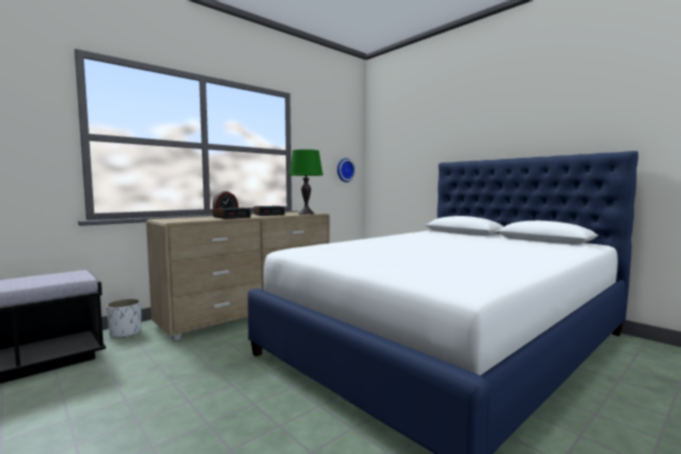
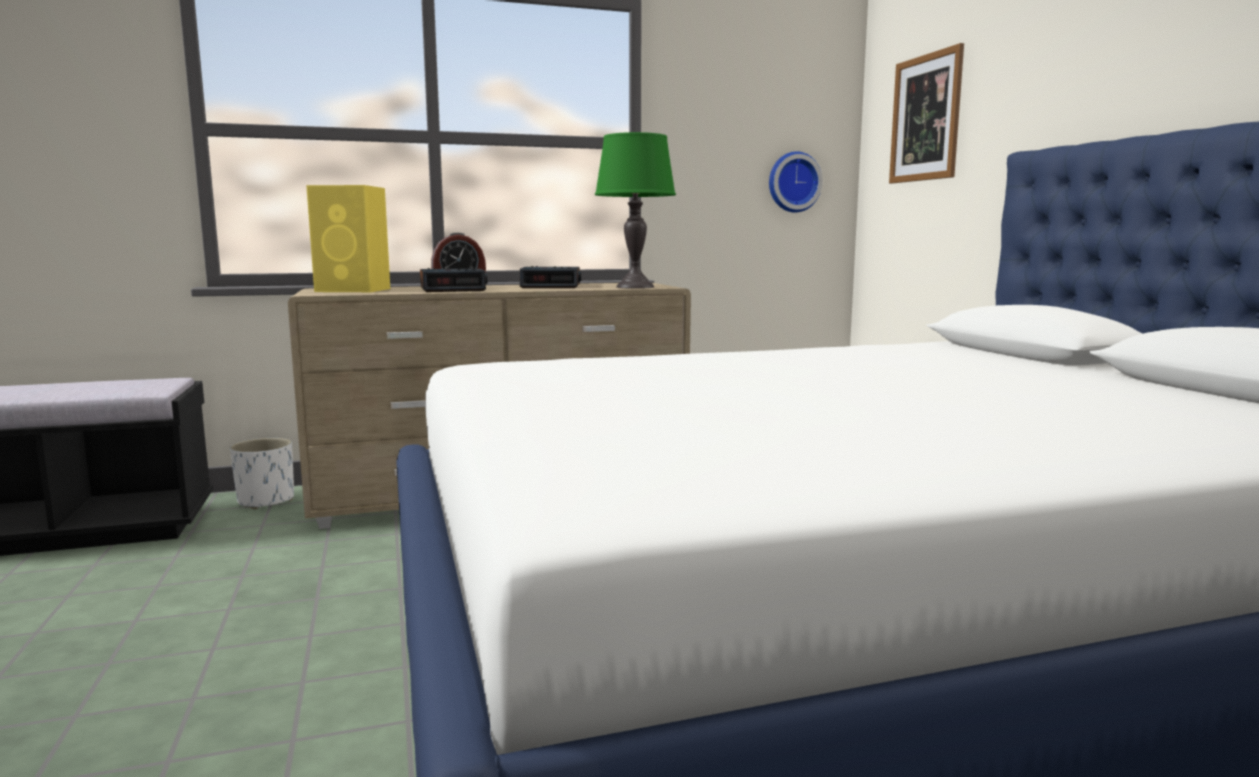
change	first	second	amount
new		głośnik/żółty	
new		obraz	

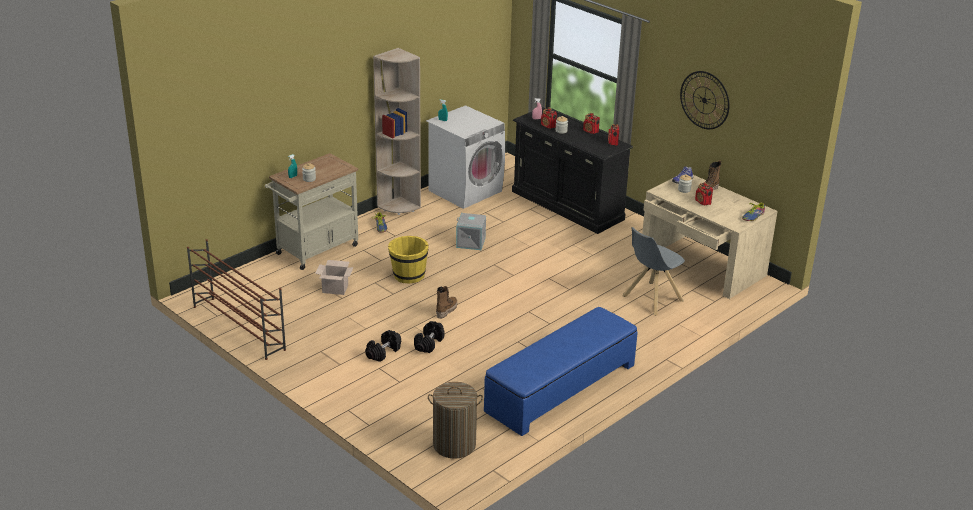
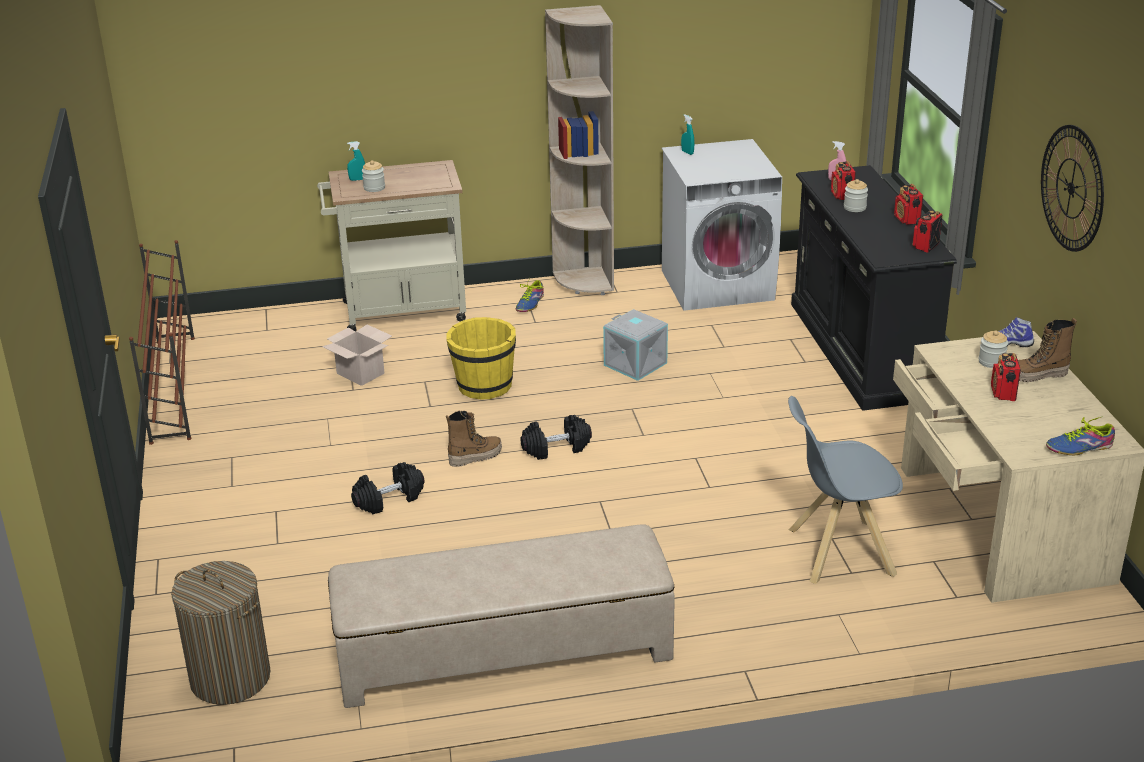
change	first	second	amount
shifted	hantel/czarny (no. 1 from left in the first image)	hantel/czarny (no. 2 from left)	
repainted	ławka/niebieski	ławka/beżowy	

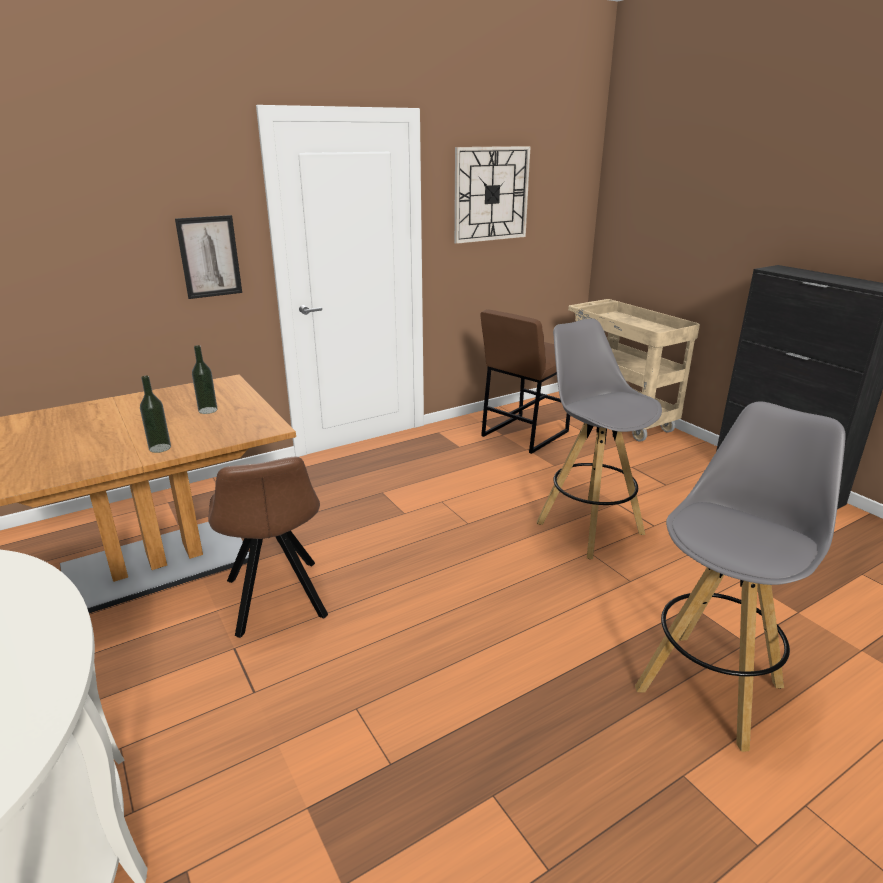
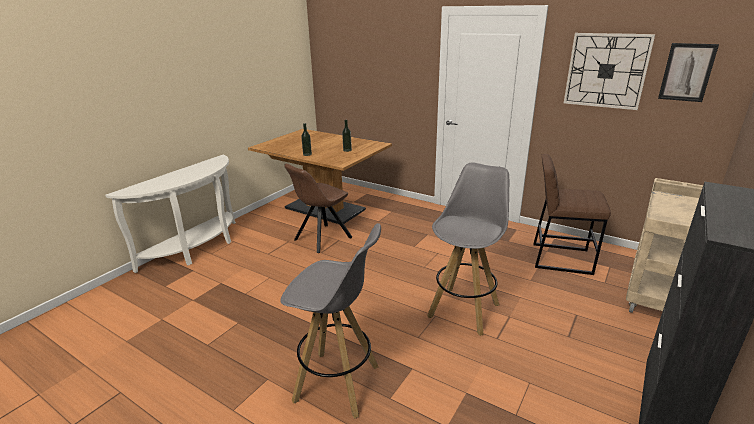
change	first	second	amount
shifted	obraz		

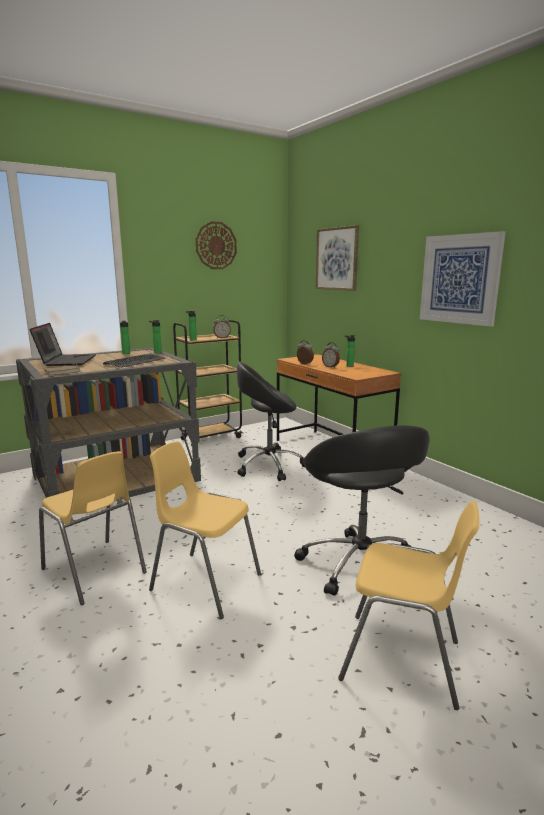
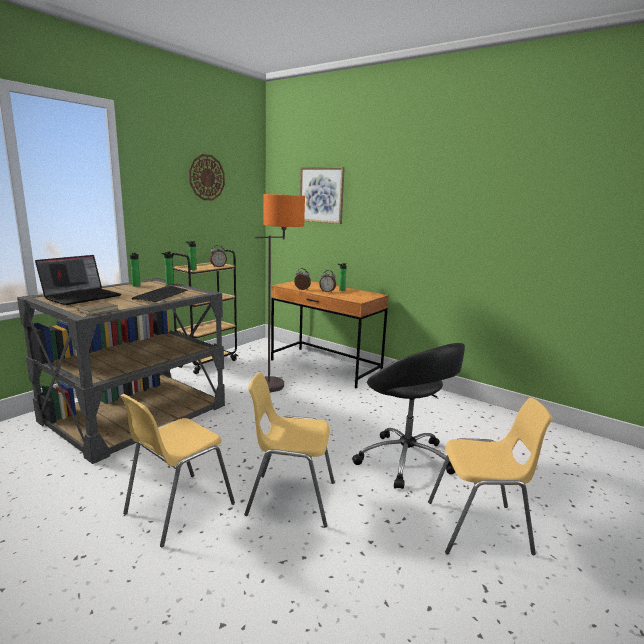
change	first	second	amount
rotated	laptop		60 degrees clockwise
rotated	krzesło/żółty (no. 1 from left)		105 degrees clockwise
swapped	krzesło biurowe/czarny (no. 1 from left)	lampa stojąca/pomarańczowy	
gone	obraz (no. 2 from left)		

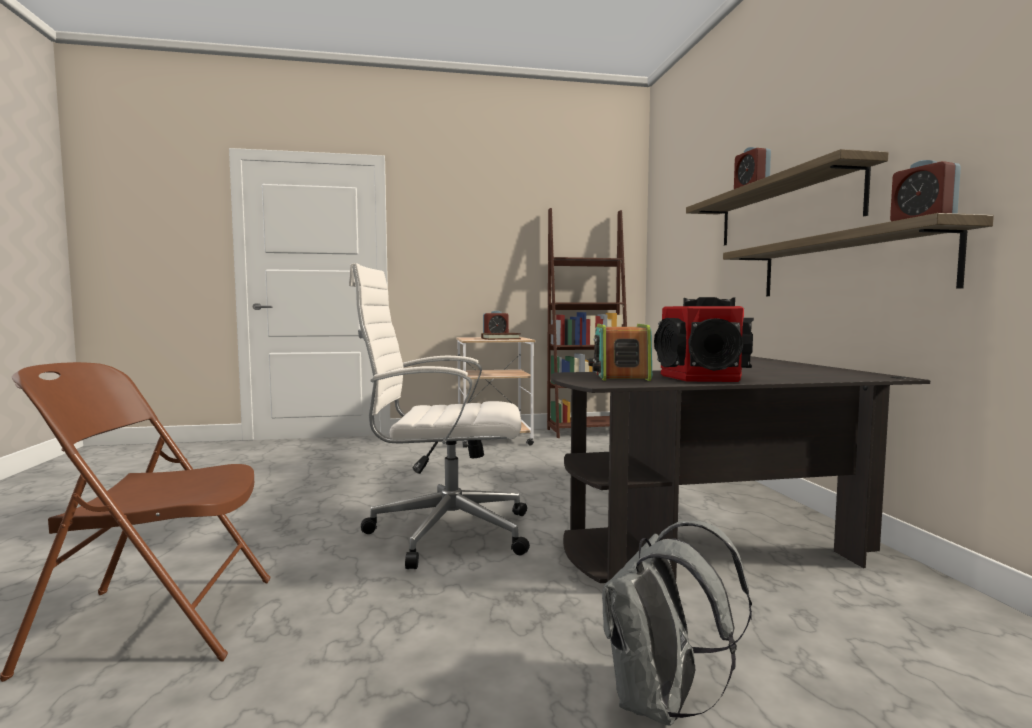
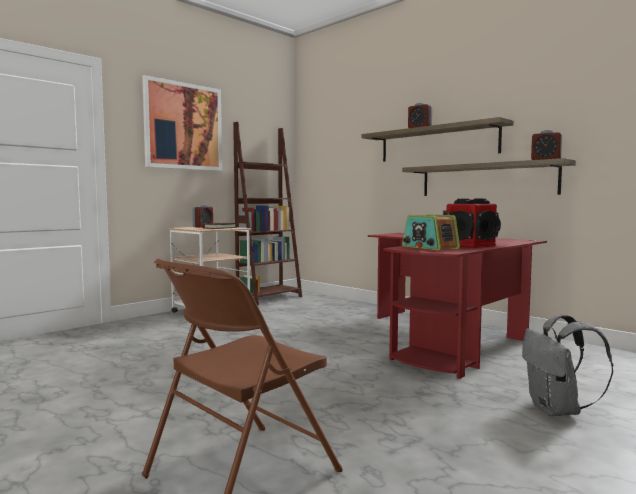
change	first	second	amount
gone	krzesło biurowe/biały		
repainted	biurko/czarny	biurko/czerwony	
new		obraz	

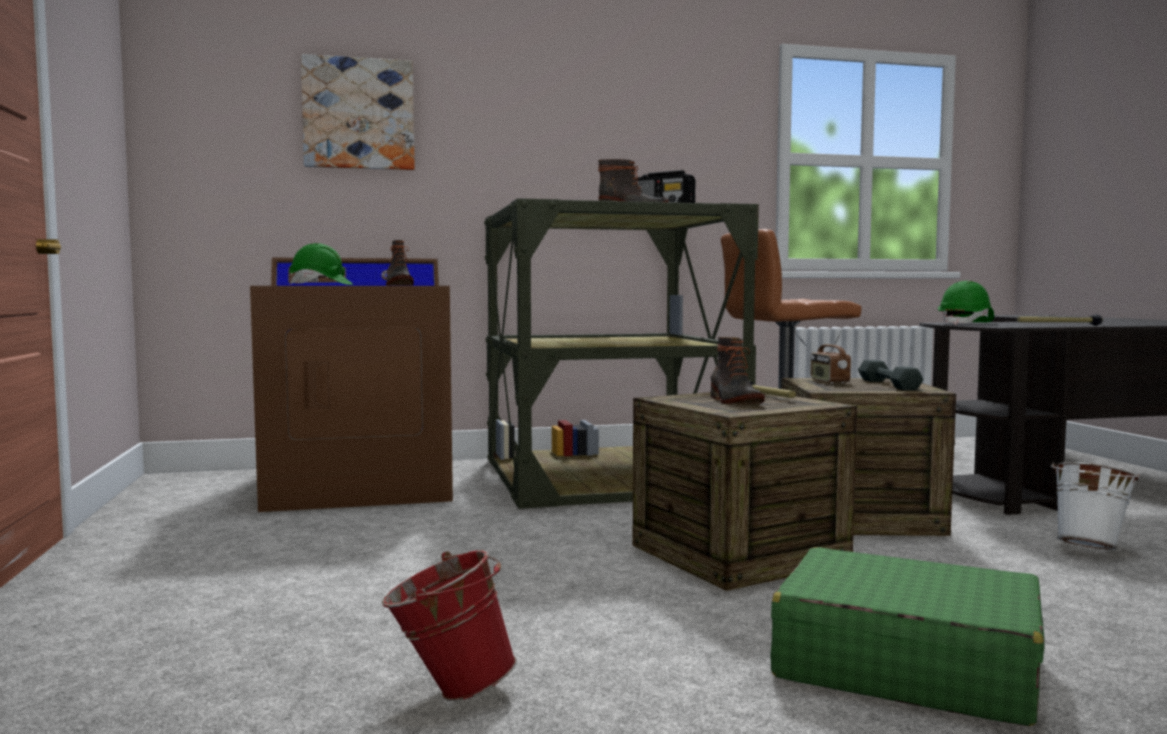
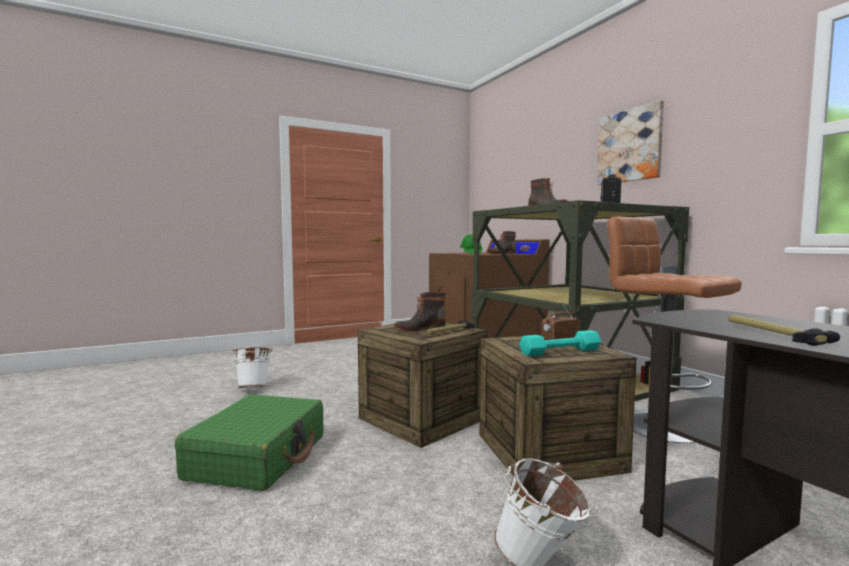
change	first	second	amount
shifted	obraz		
repainted	wiadro/czerwony	wiadro/biały (no. 1 from left)	
repainted	hantel/szary	hantel/turkusowy	
gone	kask/zielony (no. 2 from left)		

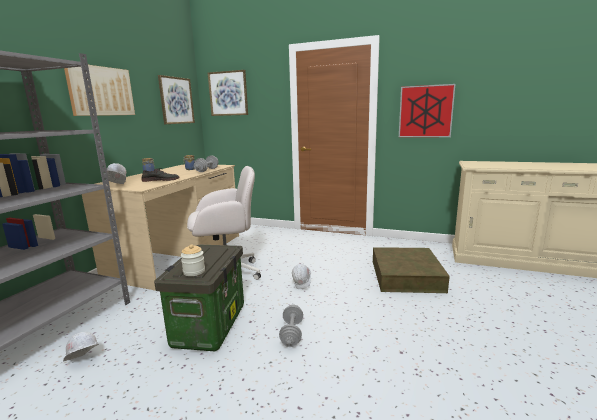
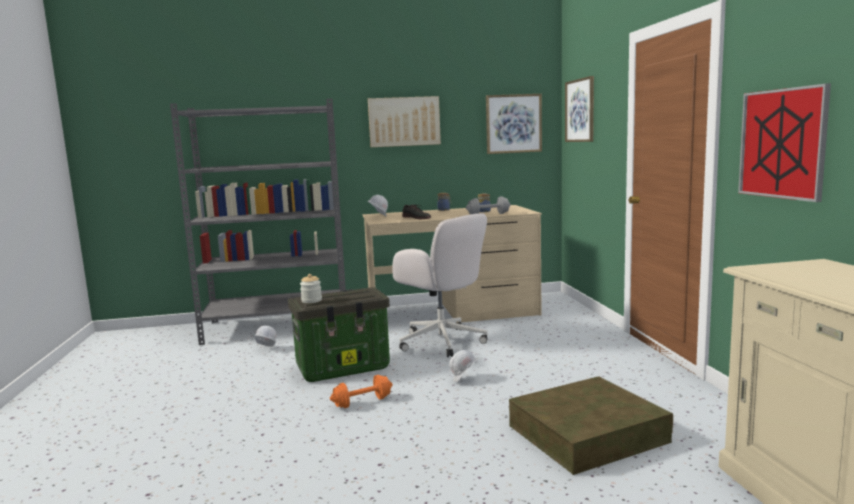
change	first	second	amount
repainted	hantel/szary (no. 2 from left)	hantel/pomarańczowy	

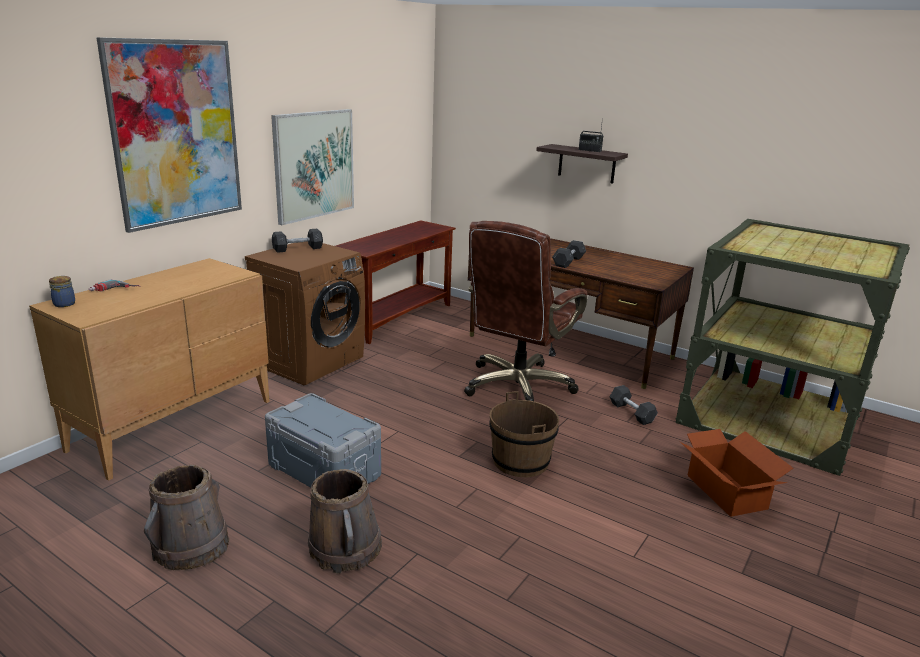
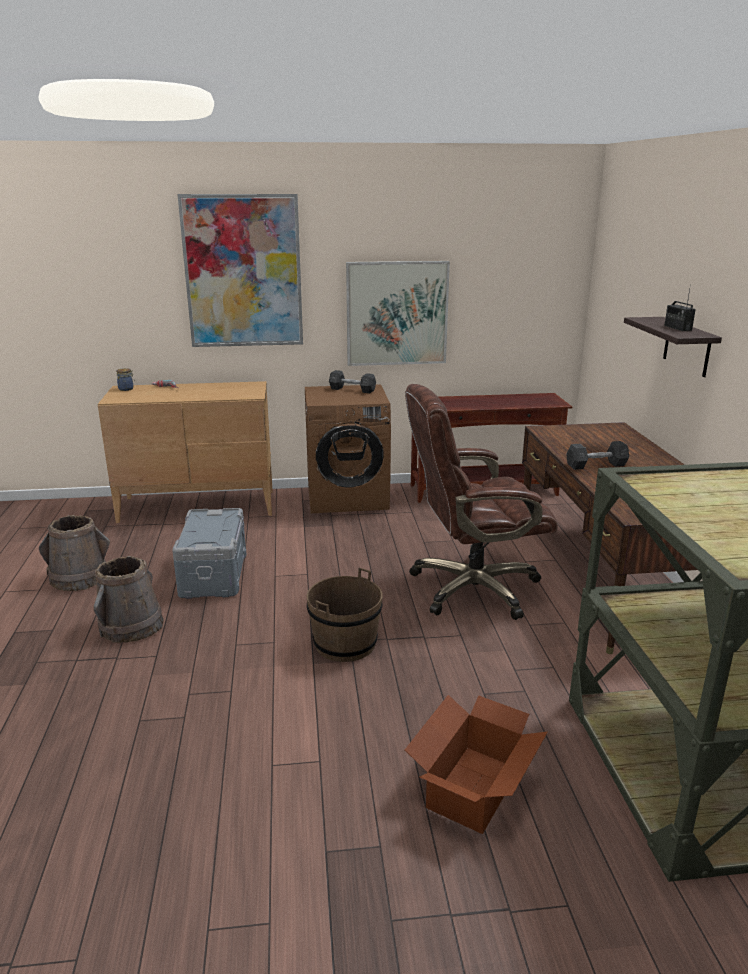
change	first	second	amount
gone	hantel/szary (no. 3 from left)		

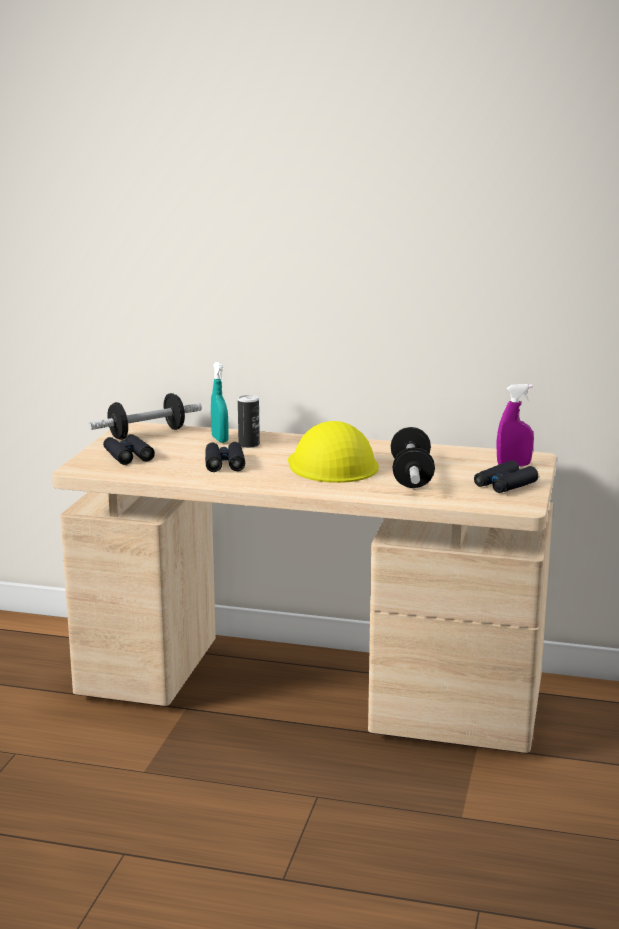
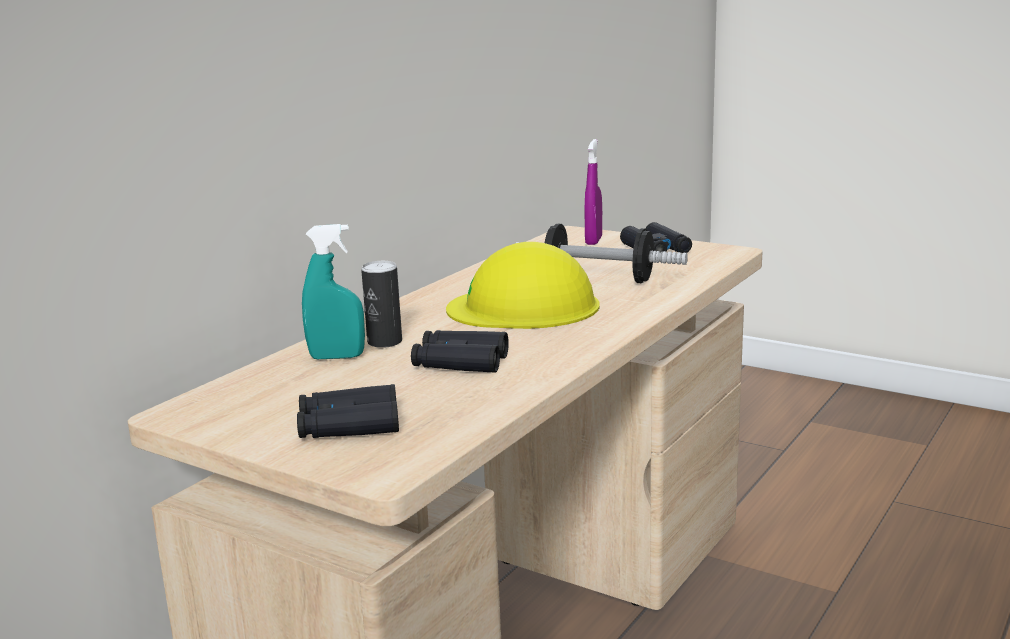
change	first	second	amount
gone	hantel (no. 1 from left)		

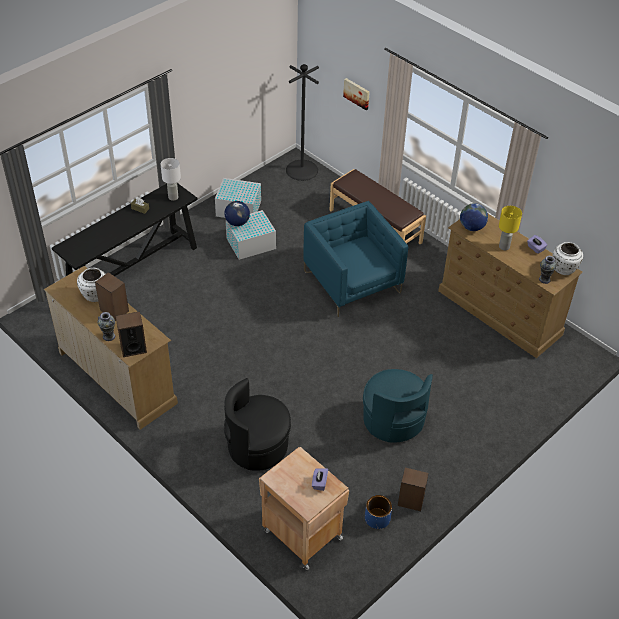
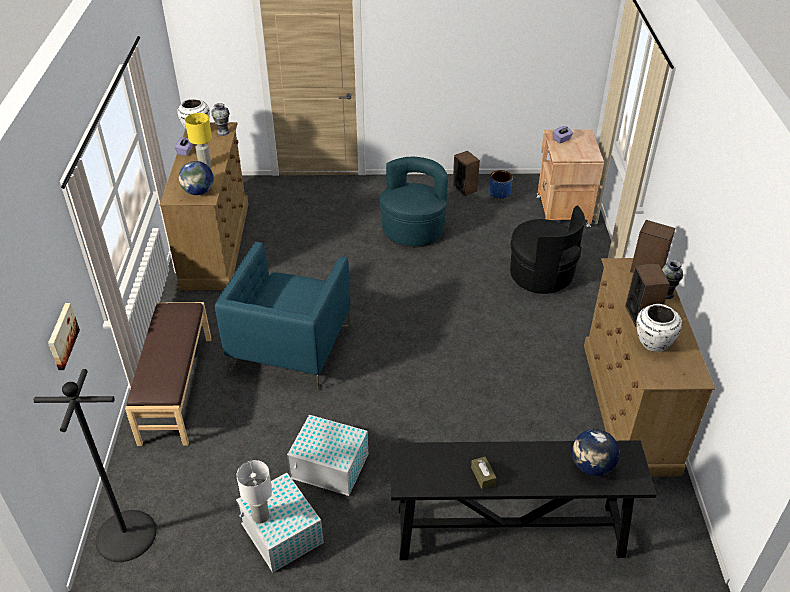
change	first	second	amount
shifted	lampa stołowa/biały		
shifted	globus (no. 1 from left in the first image)	globus (no. 2 from left)	

